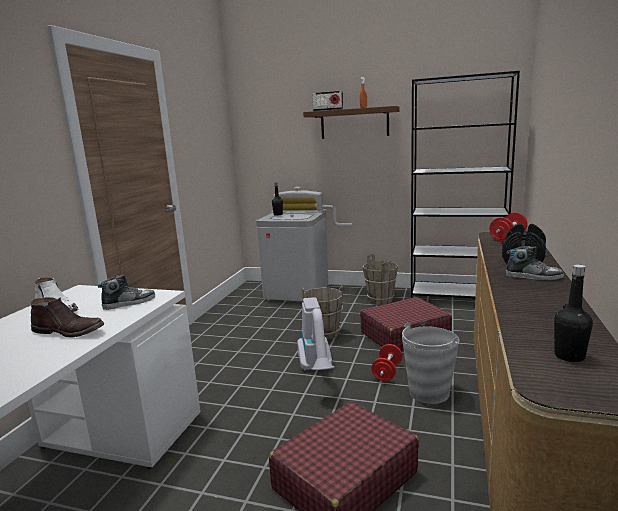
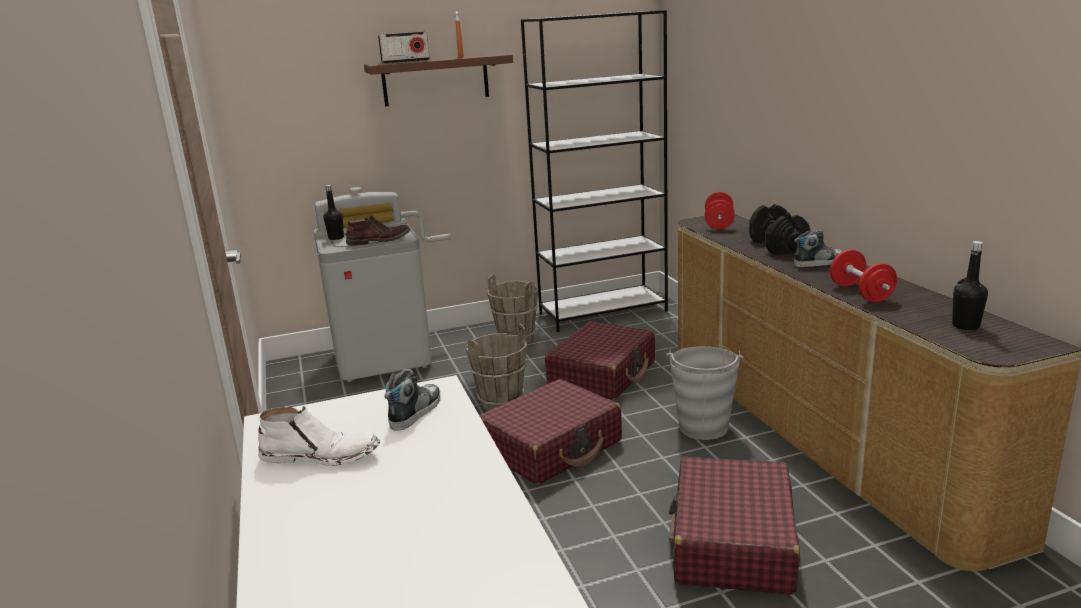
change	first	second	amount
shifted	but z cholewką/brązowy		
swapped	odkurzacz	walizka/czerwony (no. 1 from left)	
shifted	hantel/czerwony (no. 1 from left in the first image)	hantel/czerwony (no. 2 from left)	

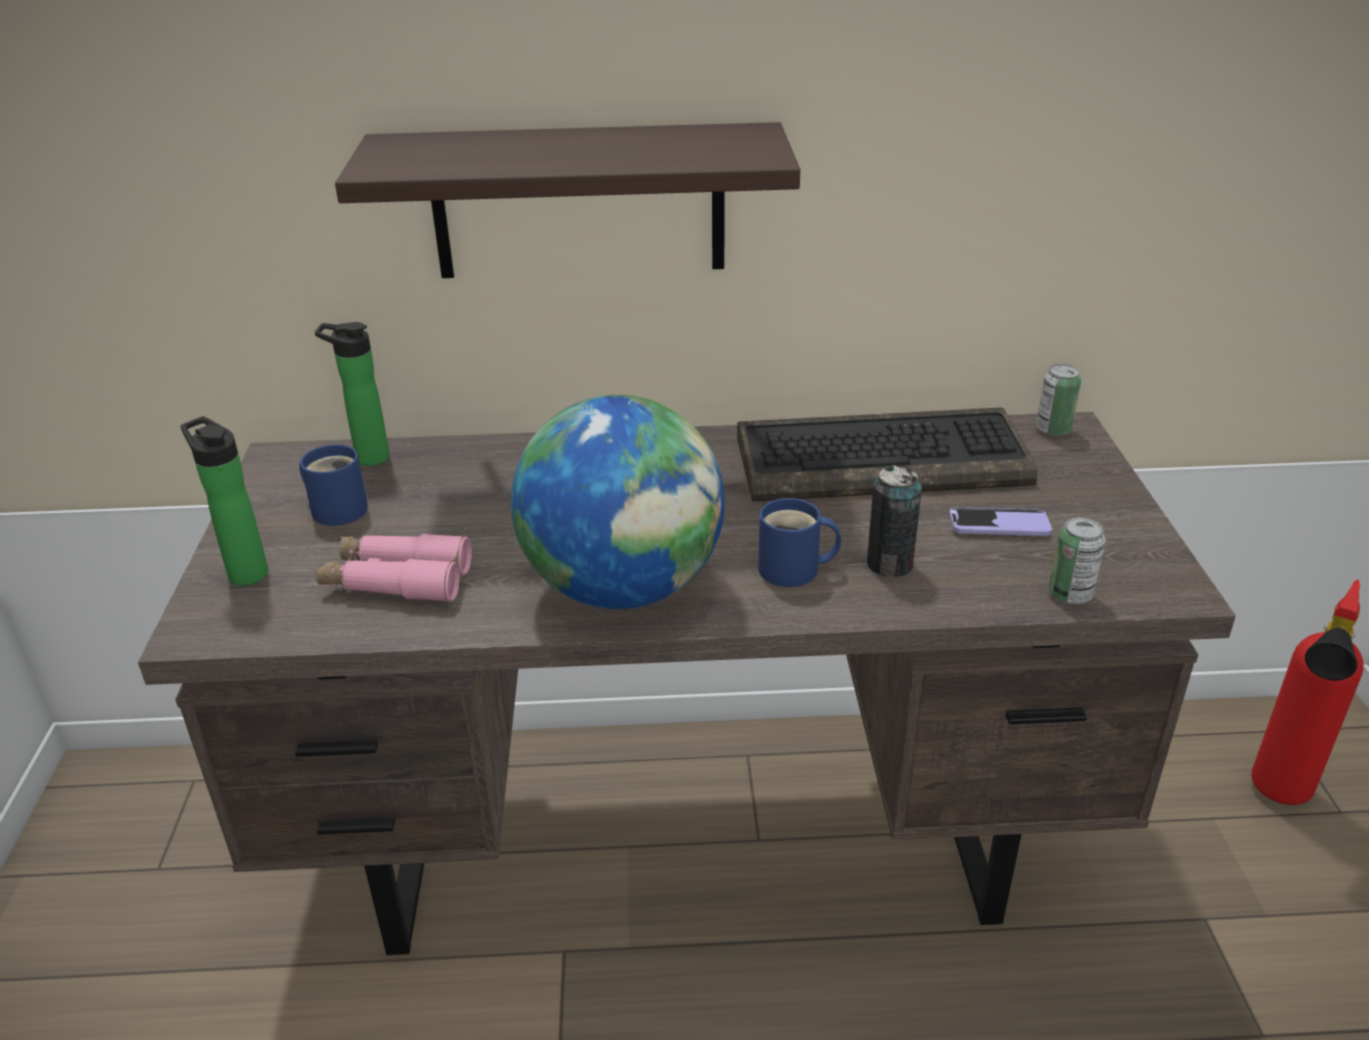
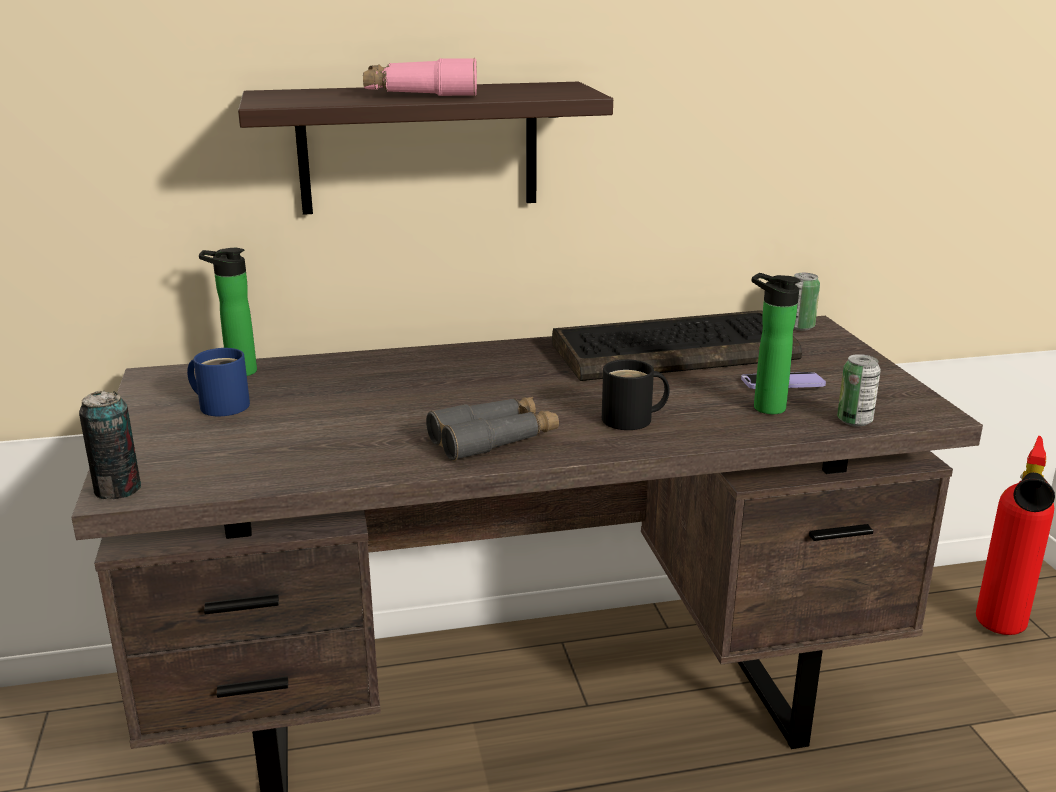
change	first	second	amount
shifted	butelka (no. 1 from left in the first image)	butelka (no. 2 from left)	
shifted	lornetka/różowy		
swapped	globus	lornetka/szary	
repainted	kubek/niebieski (no. 2 from left)	kubek/czarny	
shifted	puszka (no. 1 from left)		

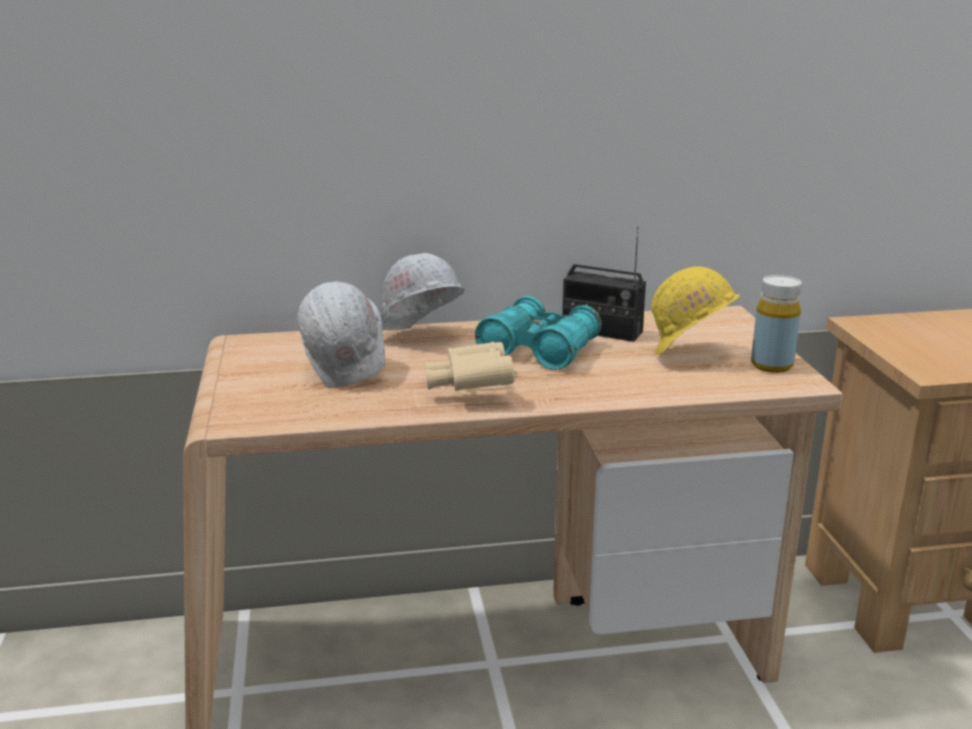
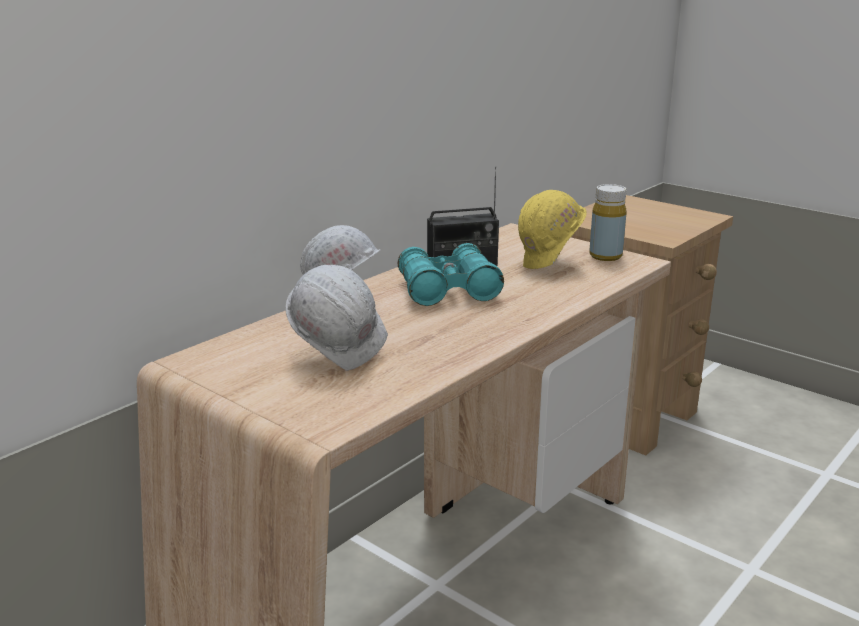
change	first	second	amount
gone	lornetka/beżowy		

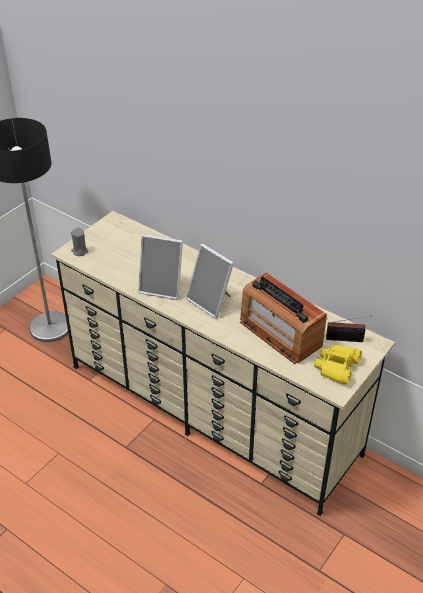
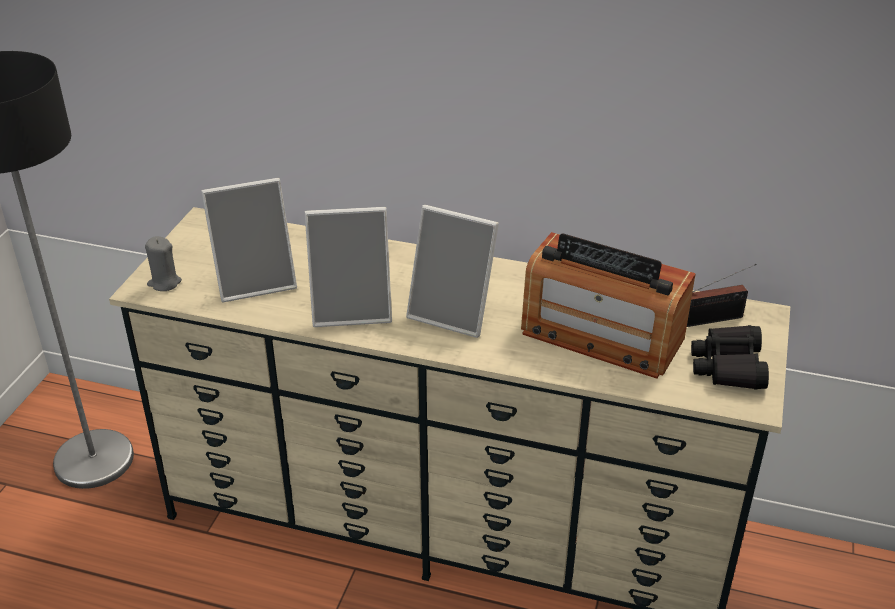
change	first	second	amount
repainted	lornetka/żółty	lornetka/czarny	
new		ramka na zdjęcie (no. 1 from left)	

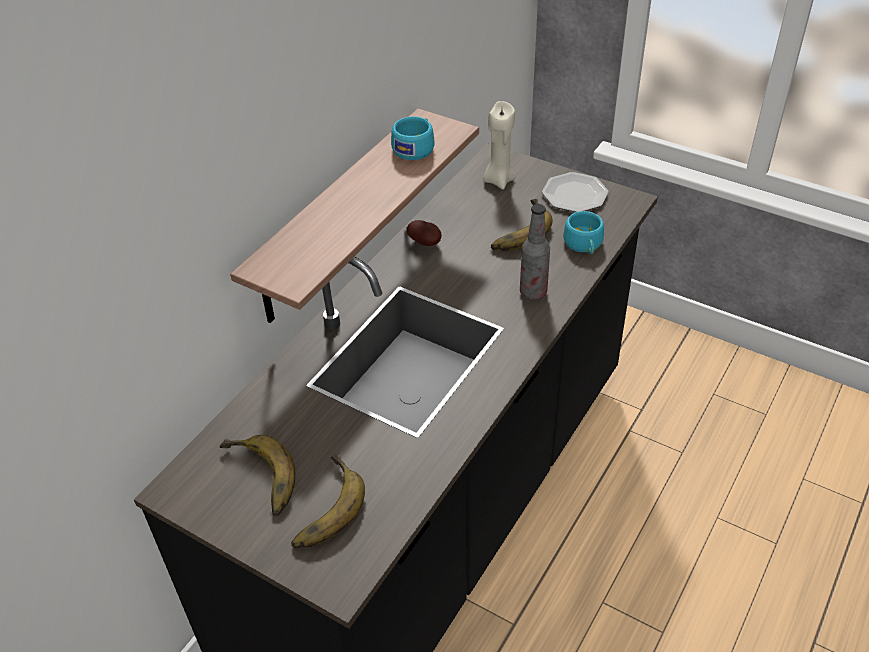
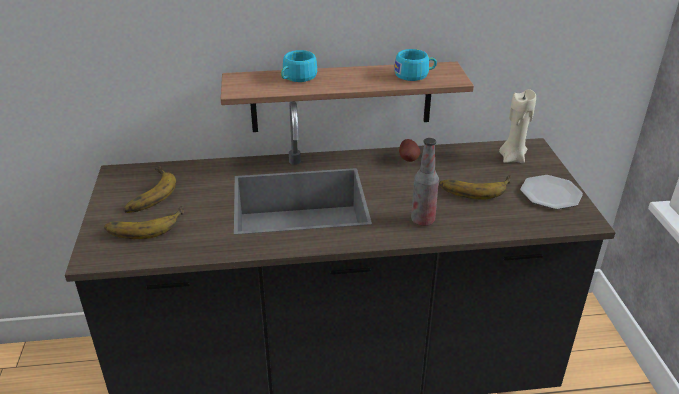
change	first	second	amount
shifted	filiżanka/turkusowy (no. 2 from left in the first image)	filiżanka/turkusowy (no. 1 from left)	

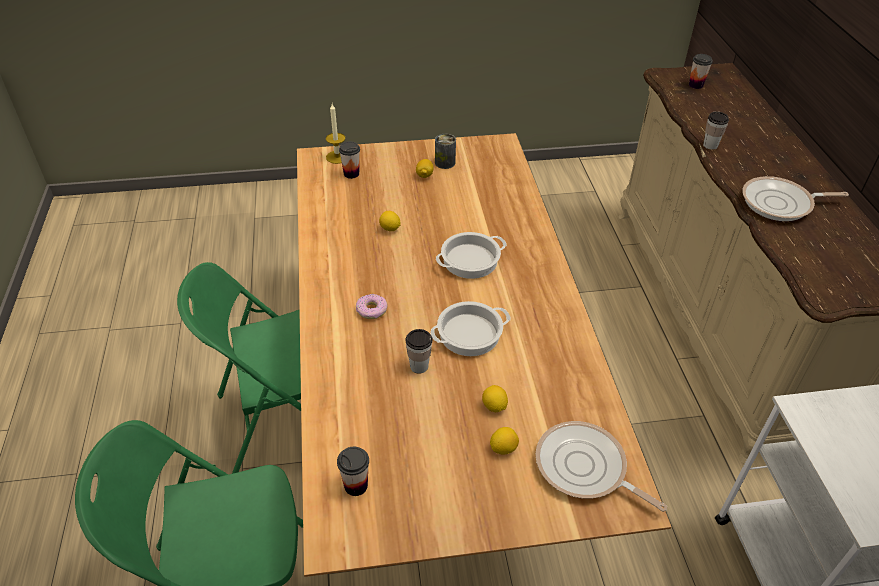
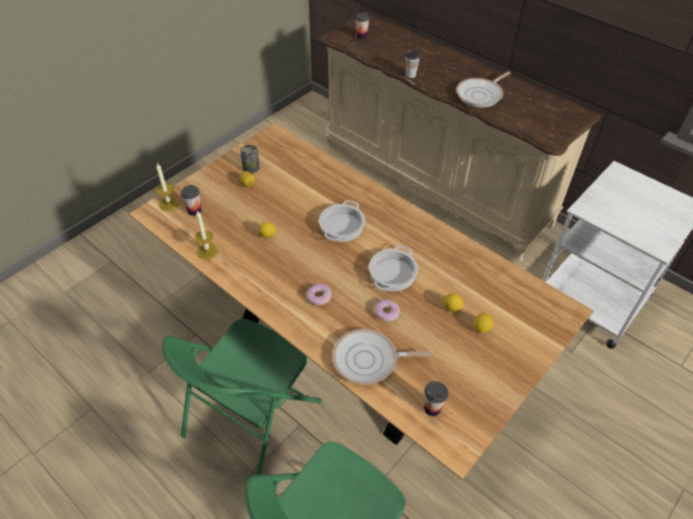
change	first	second	amount
swapped	filiżanka (no. 3 from left)	donut (no. 2 from left)	
shifted	patelnia (no. 1 from left)		
new		świeca (no. 2 from left)	

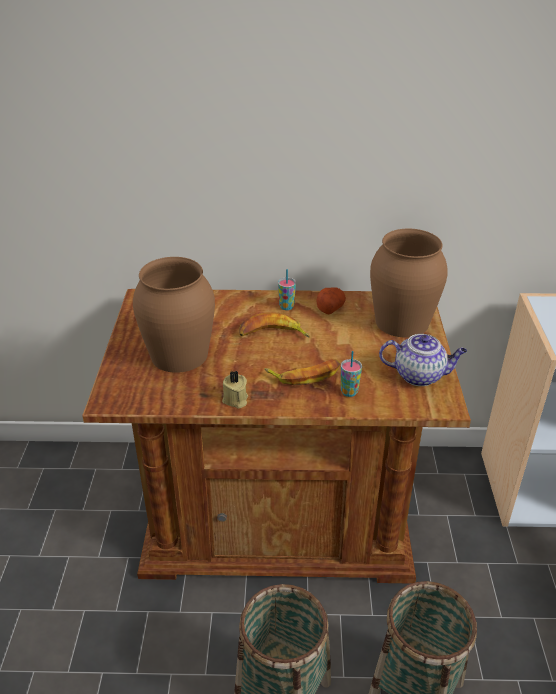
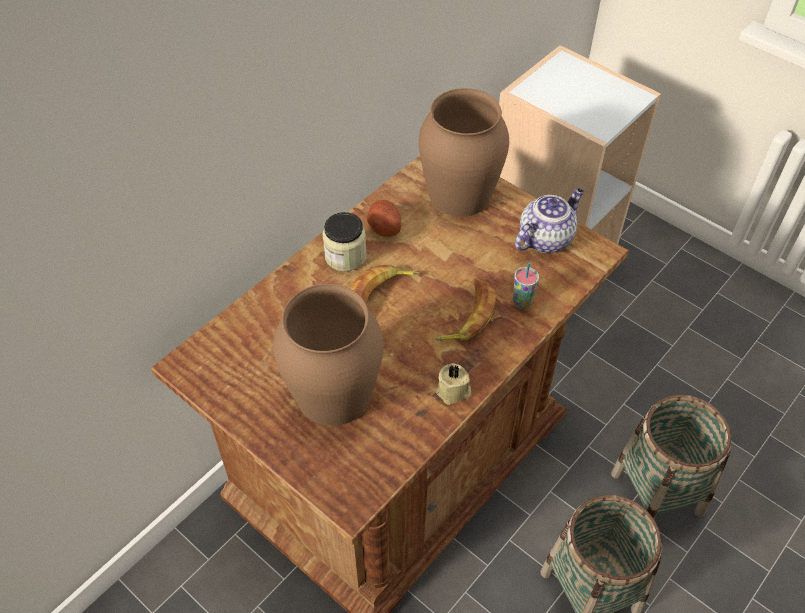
change	first	second	amount
swapped	filiżanka (no. 1 from left)	słoik	

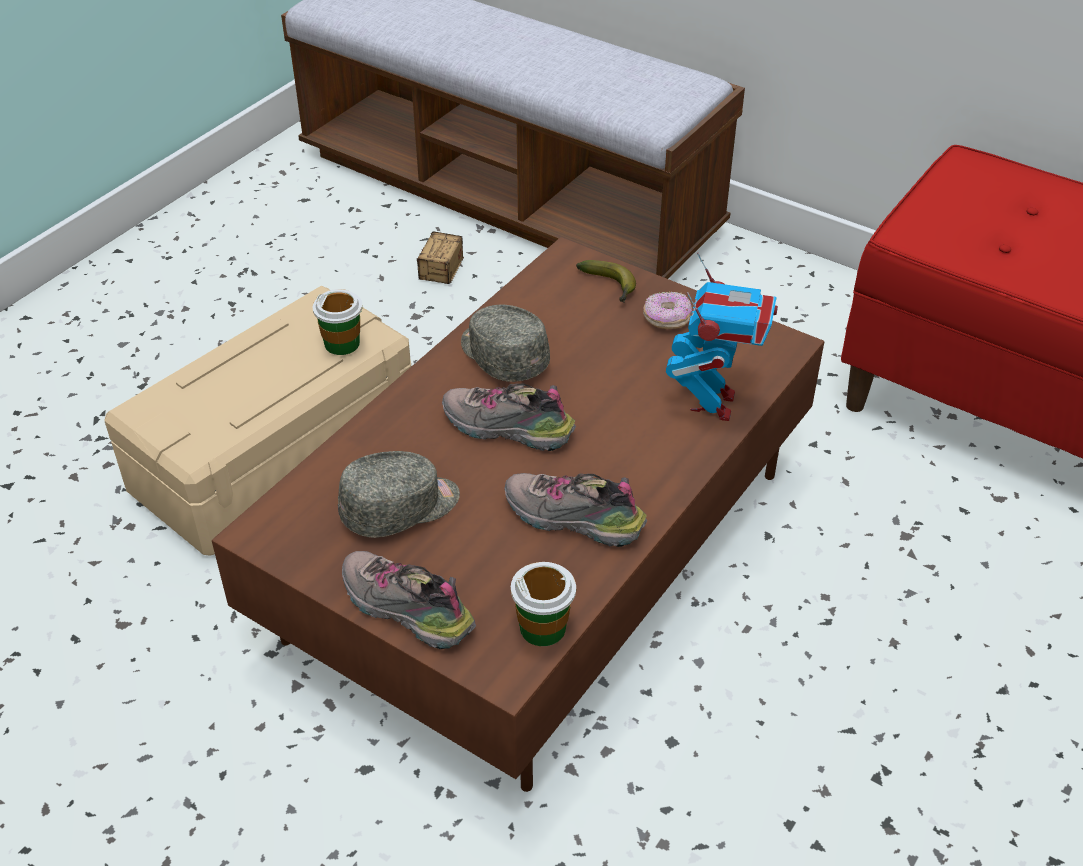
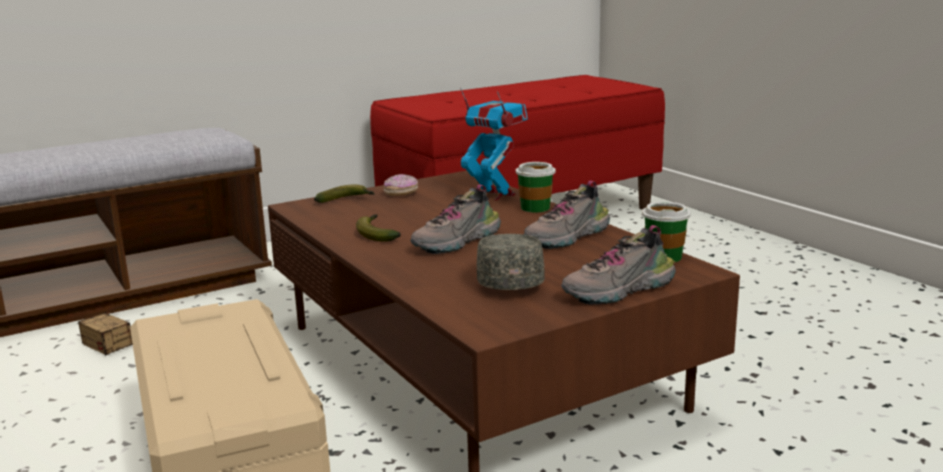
change	first	second	amount
shifted	filiżanka (no. 1 from left)		
swapped	czapka z daszkiem/szary (no. 2 from left)	banan (no. 2 from left)	

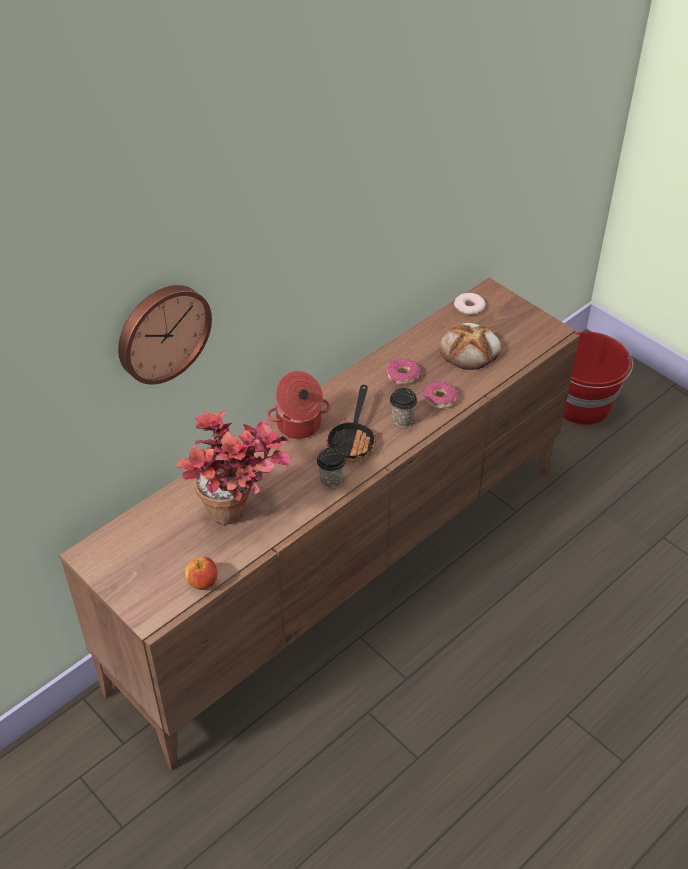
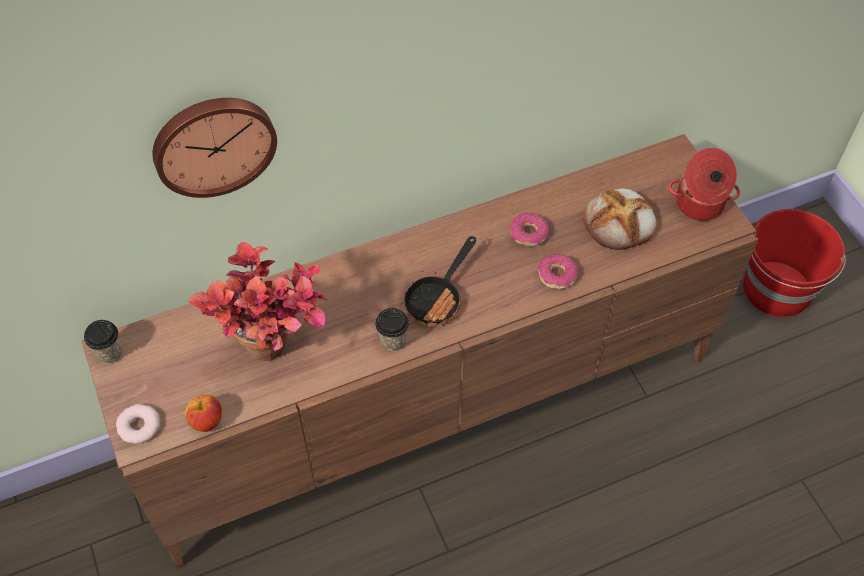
change	first	second	amount
shifted	garnek		
shifted	filiżanka (no. 2 from left in the first image)	filiżanka (no. 1 from left)	
shifted	donut (no. 3 from left in the first image)	donut (no. 1 from left)	

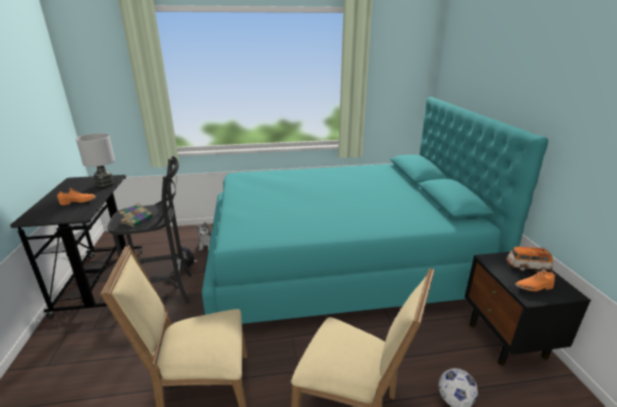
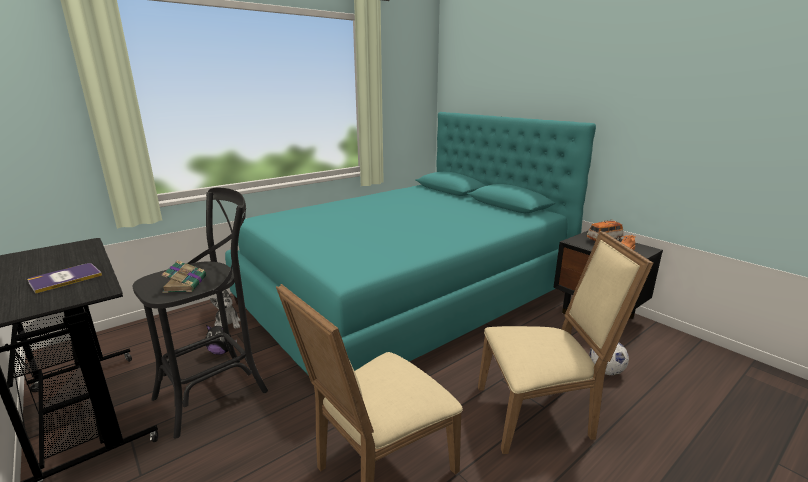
change	first	second	amount
swapped	but/pomarańczowy (no. 1 from left)	książka (no. 1 from left)	
gone	lampa stołowa/szary		

